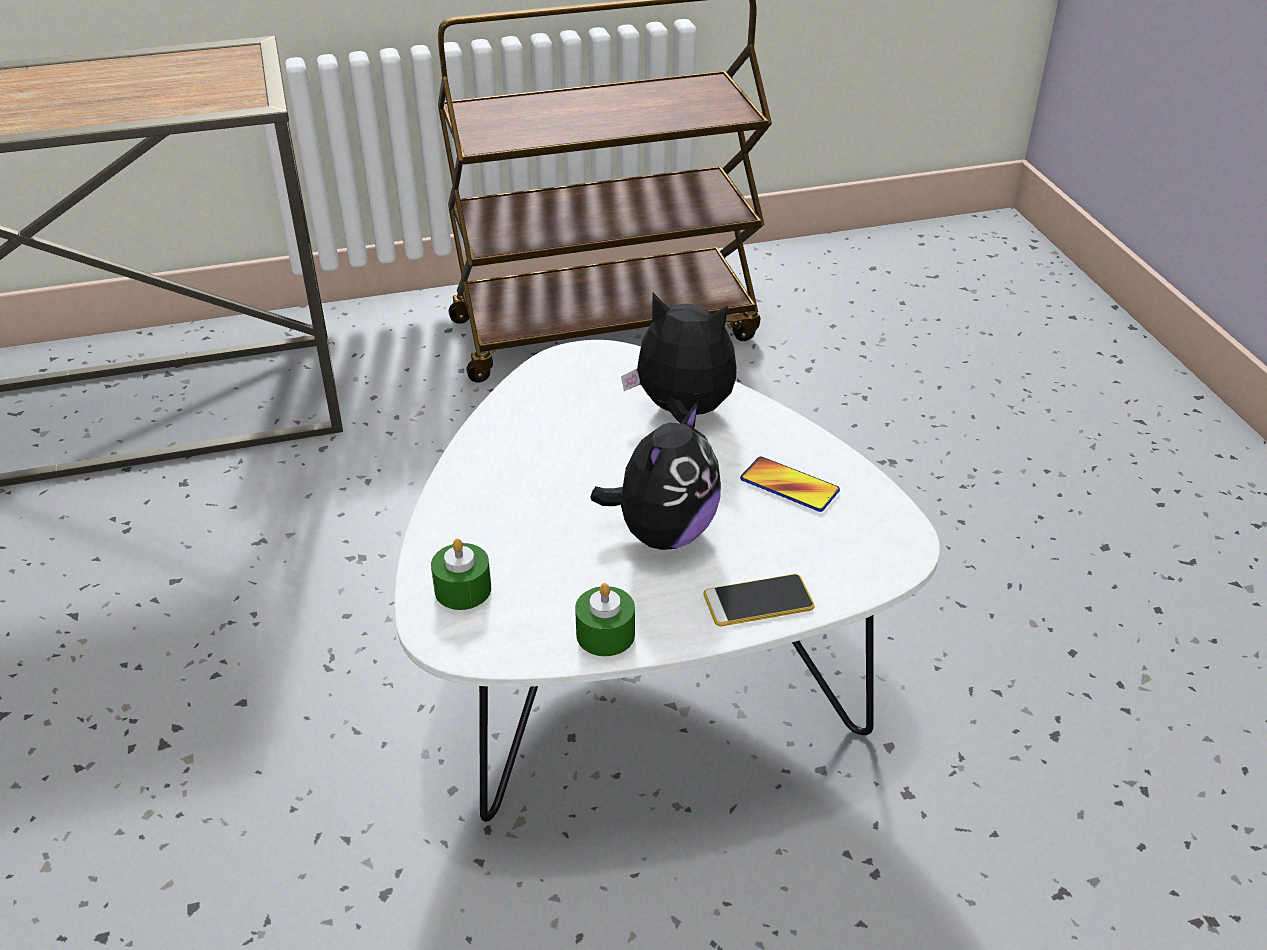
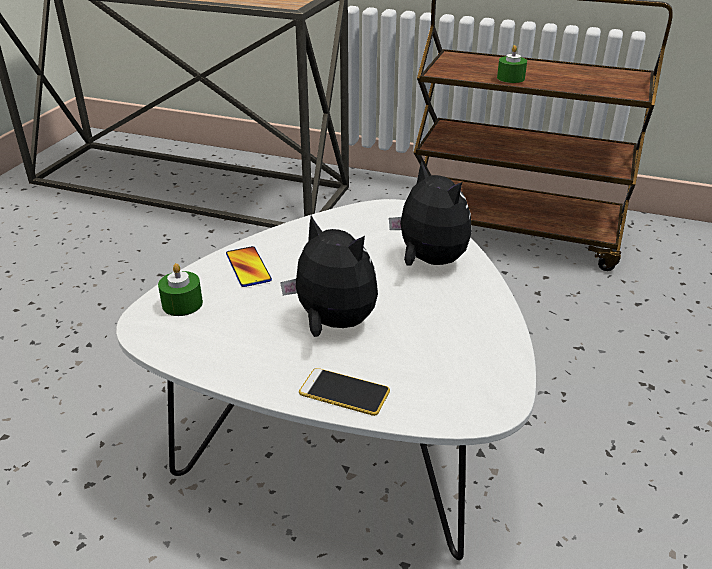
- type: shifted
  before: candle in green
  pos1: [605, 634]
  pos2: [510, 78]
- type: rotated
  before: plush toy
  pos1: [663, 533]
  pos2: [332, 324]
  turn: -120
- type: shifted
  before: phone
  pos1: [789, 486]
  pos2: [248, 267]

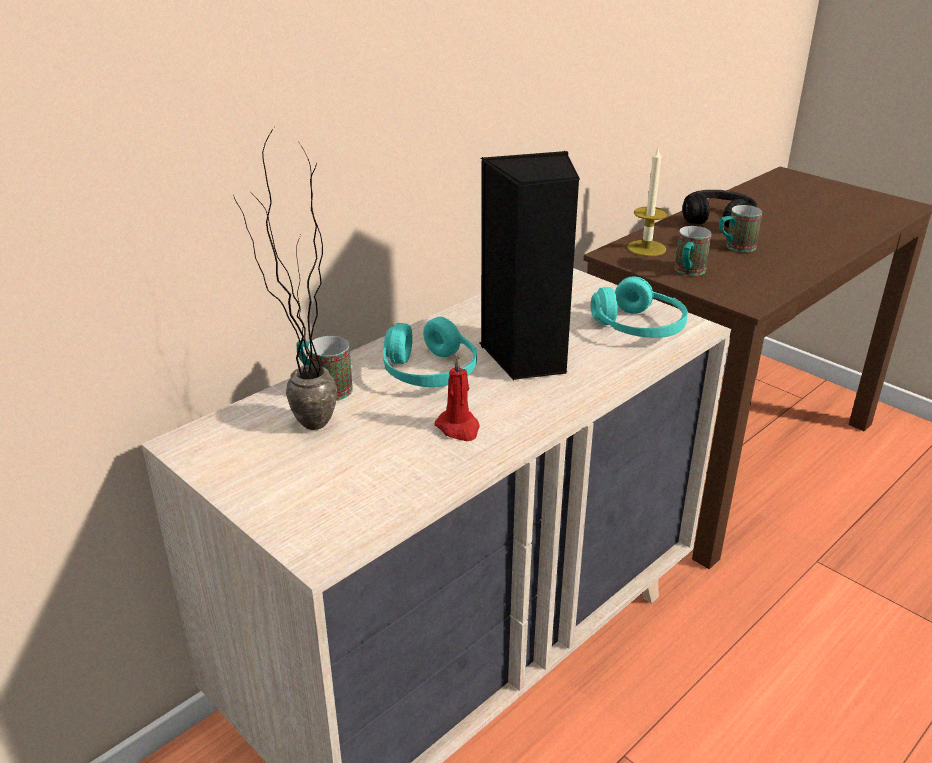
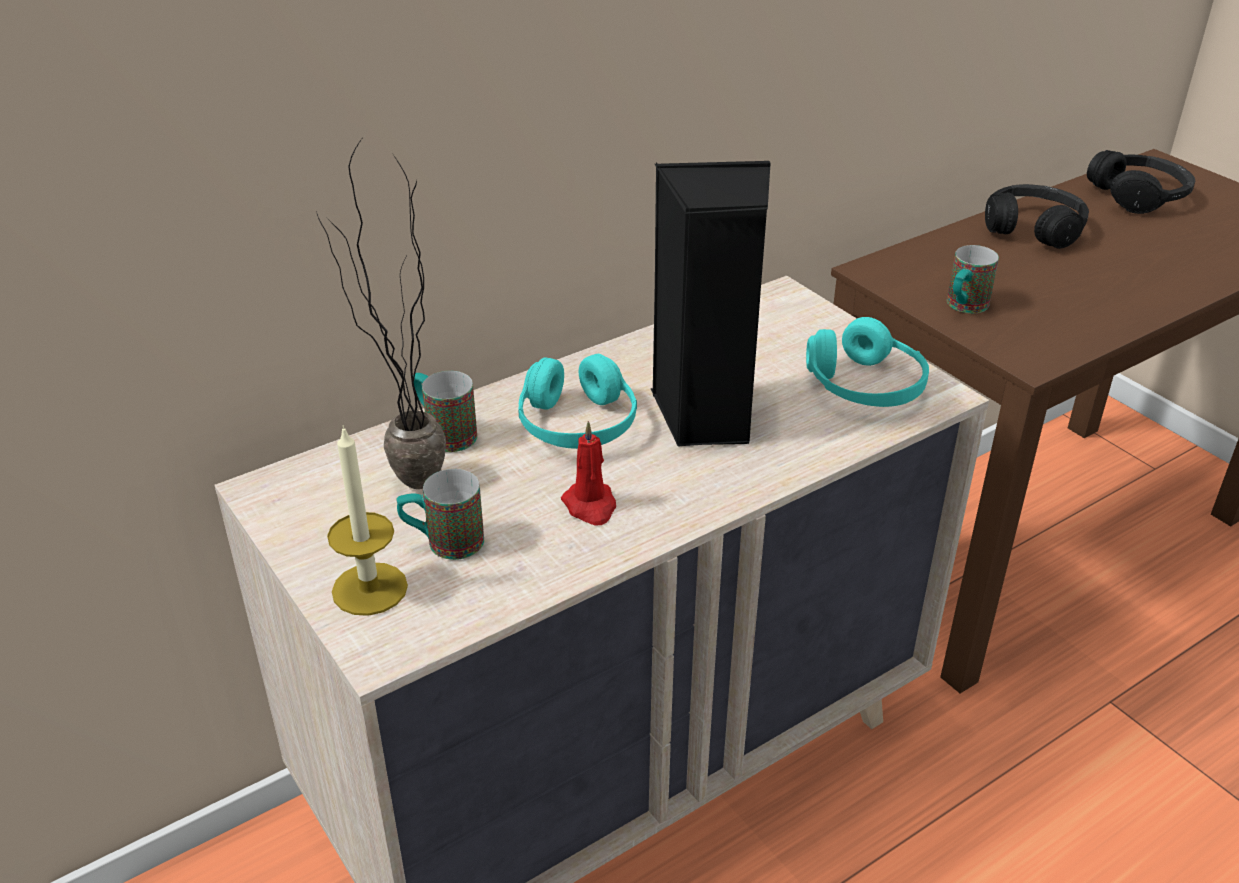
- type: shifted
  before: candle
  pos1: [646, 248]
  pos2: [369, 589]
- type: shifted
  before: mug
  pos1: [734, 247]
  pos2: [443, 543]
- type: new
  after: headphones in black
  pos2: [1138, 196]

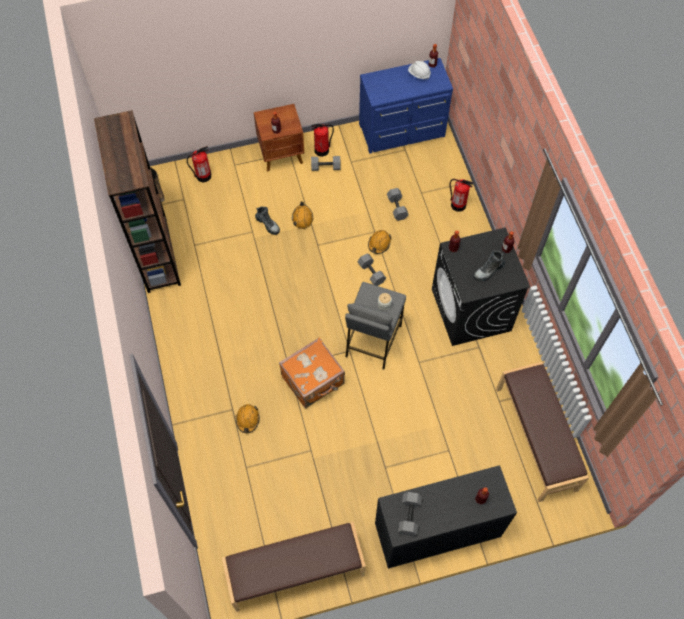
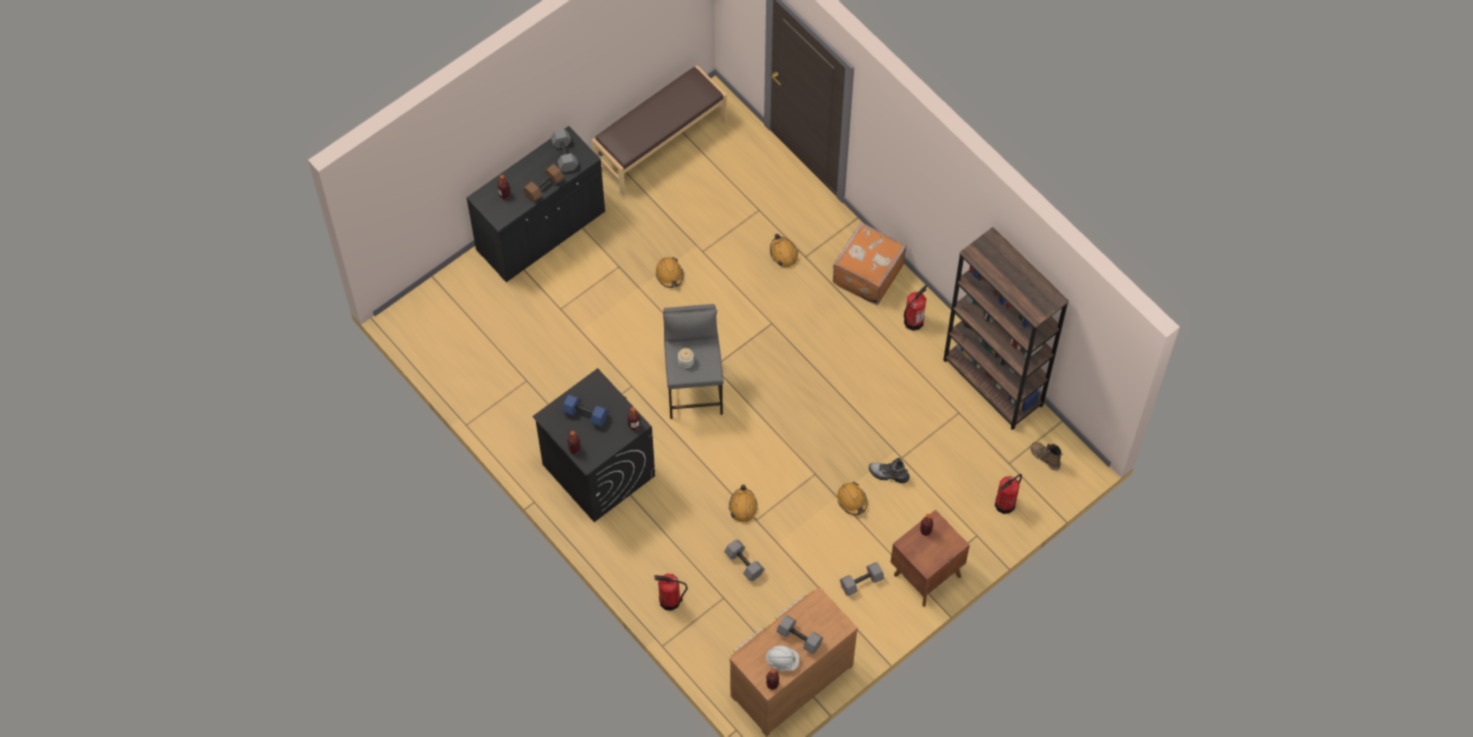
- type: shifted
  before: suitcase in orange
  pos1: [313, 381]
  pos2: [866, 274]
- type: shifted
  before: fire extinguisher
  pos1: [322, 150]
  pos2: [913, 321]
- type: shifted
  before: dumbbell in grey
  pos1: [370, 273]
  pos2: [800, 637]
- type: repainted
  before: dresser in blue
  after: dresser in brown
  pos1: [403, 131]
  pos2: [788, 679]
- type: swapped
  before: boot
  after: dumbbell in blue
  pos1: [488, 271]
  pos2: [584, 415]
- type: gone
  before: bench in brown
  pos1: [536, 438]
- type: new
  after: dumbbell in brown
  pos2: [544, 188]
- type: new
  after: hard hat in orange
  pos2: [669, 274]

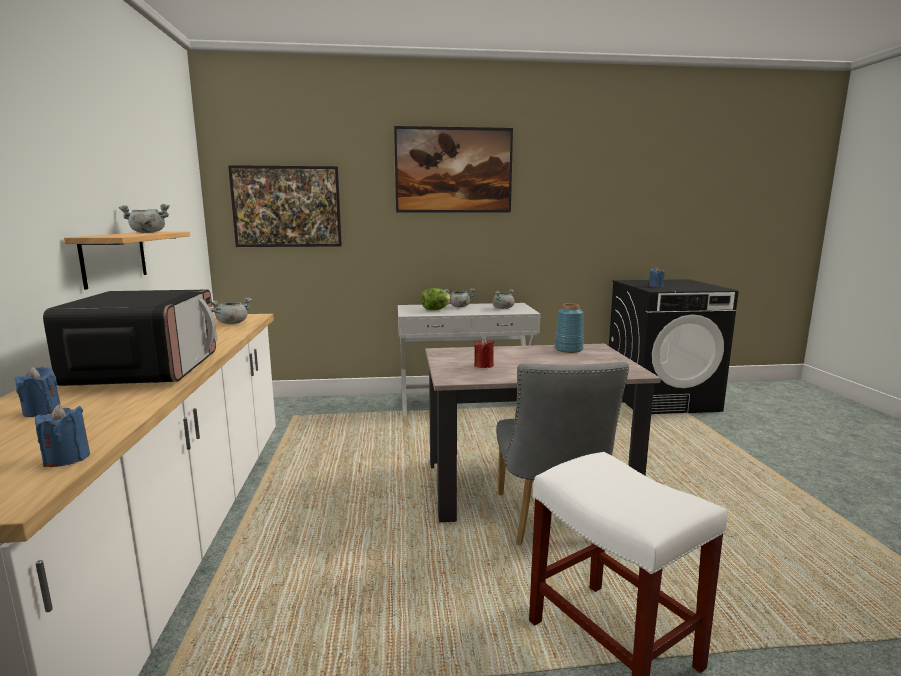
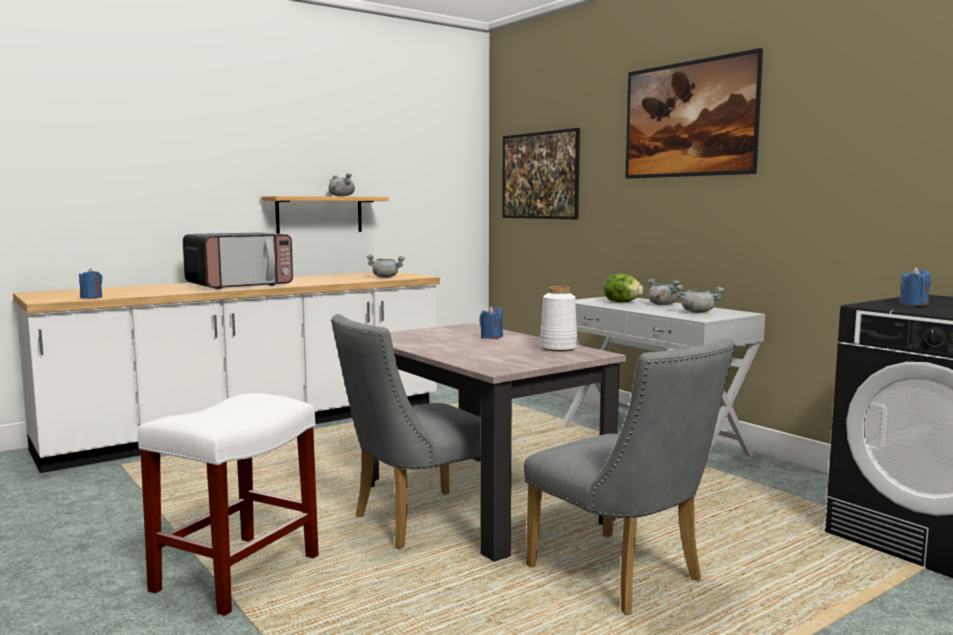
- type: shifted
  before: candle in blue
  pos1: [42, 411]
  pos2: [491, 337]
- type: gone
  before: candle in red
  pos1: [483, 365]
- type: repainted
  before: vase in blue
  after: vase in white
  pos1: [568, 349]
  pos2: [557, 348]
- type: new
  after: chair in grey
  pos2: [624, 578]

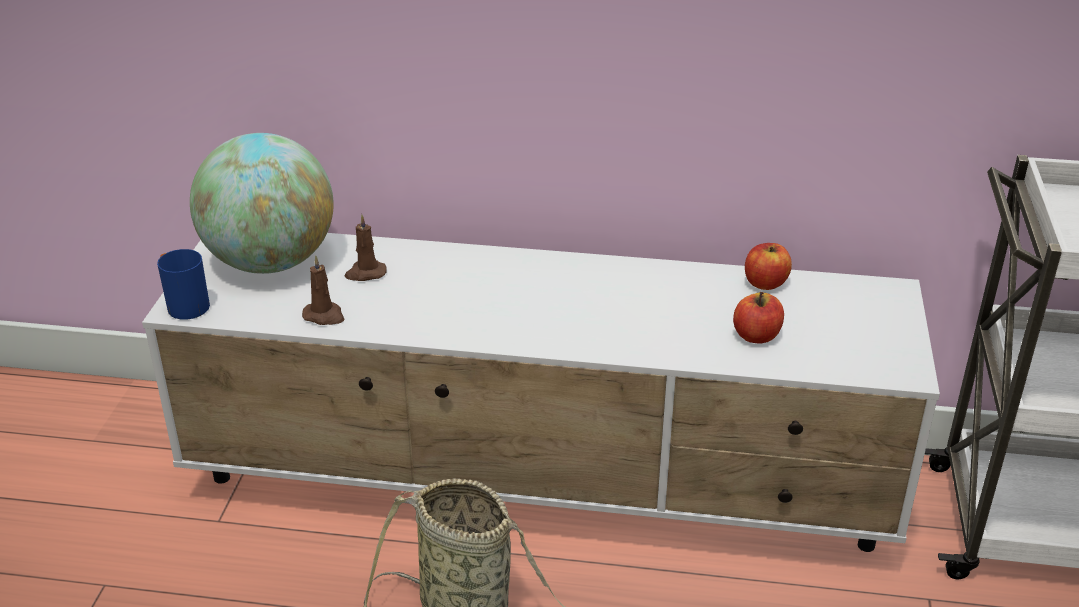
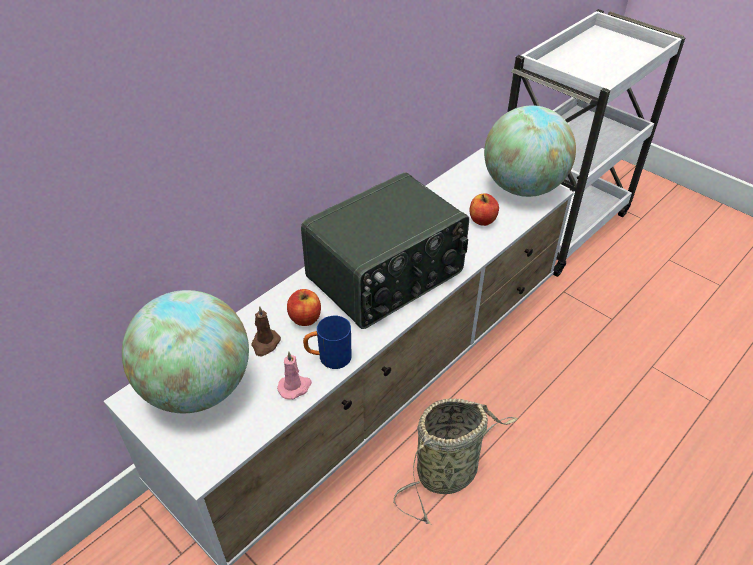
- type: shifted
  before: mug in blue
  pos1: [184, 305]
  pos2: [328, 358]
- type: repainted
  before: candle in brown
  after: candle in pink
  pos1: [324, 316]
  pos2: [295, 387]
- type: shifted
  before: apple
  pos1: [765, 283]
  pos2: [305, 318]
- type: new
  after: radio
  pos2: [386, 276]
- type: new
  after: globe
  pos2: [522, 187]

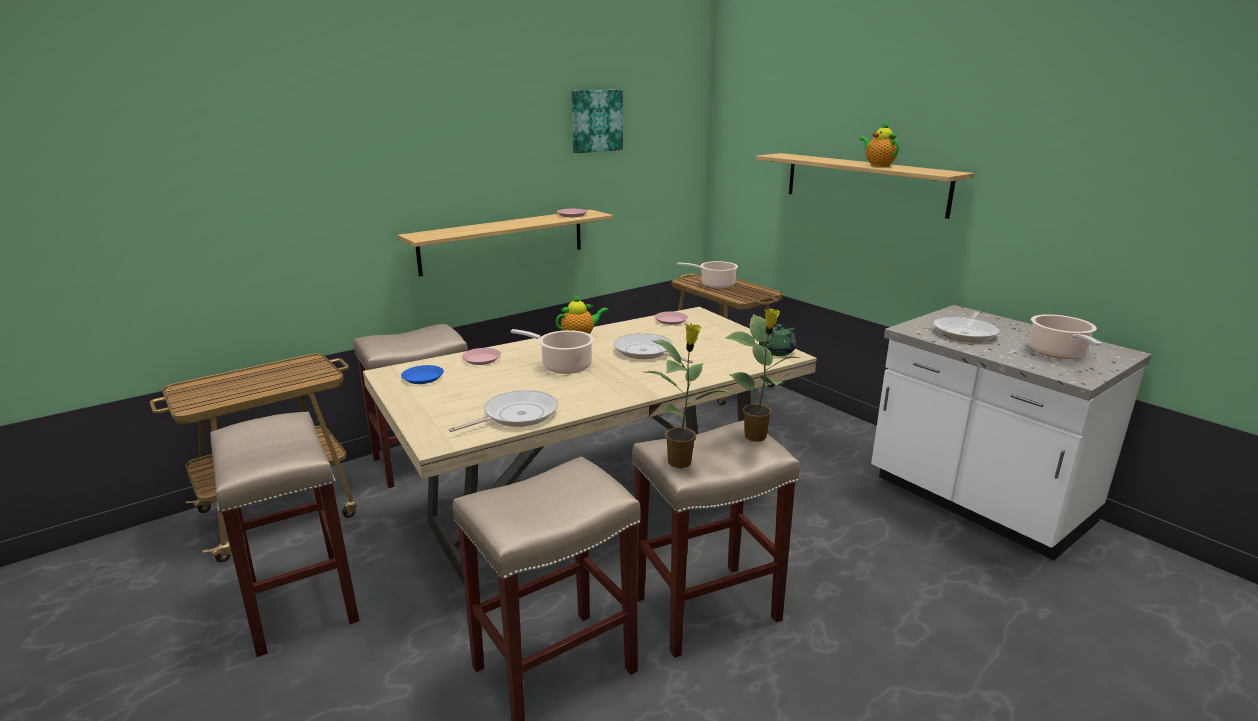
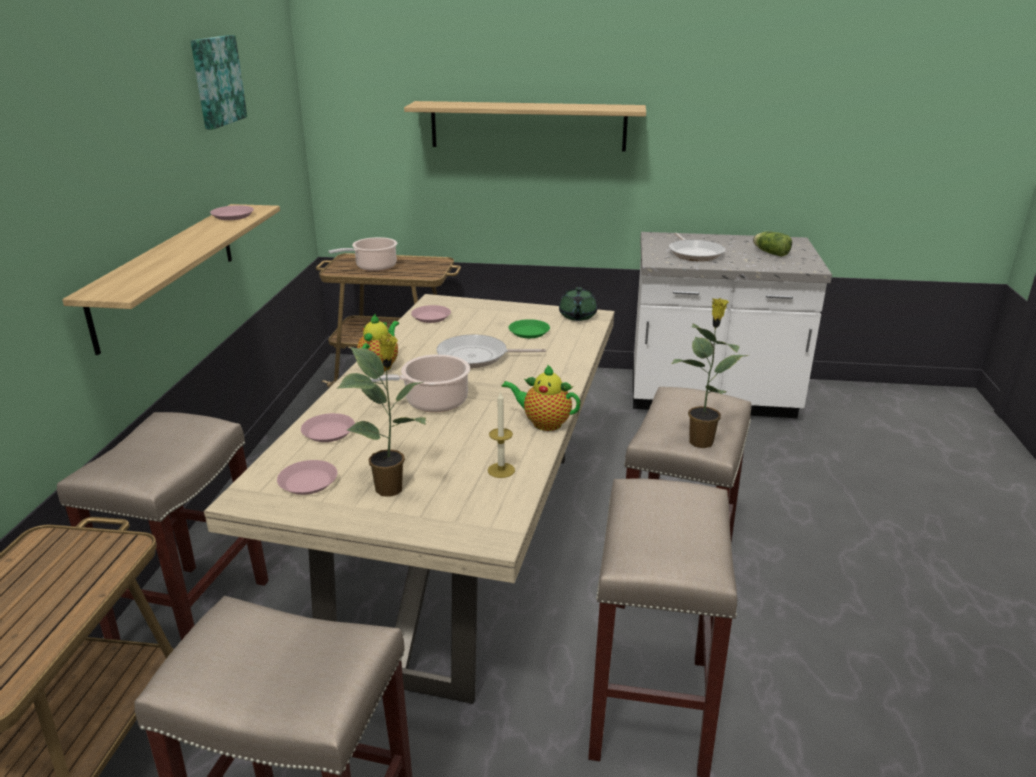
- type: repainted
  before: plate in blue
  after: plate in pink
  pos1: [423, 377]
  pos2: [308, 482]
- type: swapped
  before: frying pan
  after: candle
  pos1: [516, 415]
  pos2: [501, 470]
- type: shifted
  before: potted plant
  pos1: [756, 437]
  pos2: [391, 489]
- type: shifted
  before: teapot
  pos1: [878, 165]
  pos2: [543, 423]
- type: swapped
  before: cooking pot
  after: lettuce
  pos1: [1058, 353]
  pos2: [770, 253]
- type: new
  after: plate in green
  pos2: [528, 332]

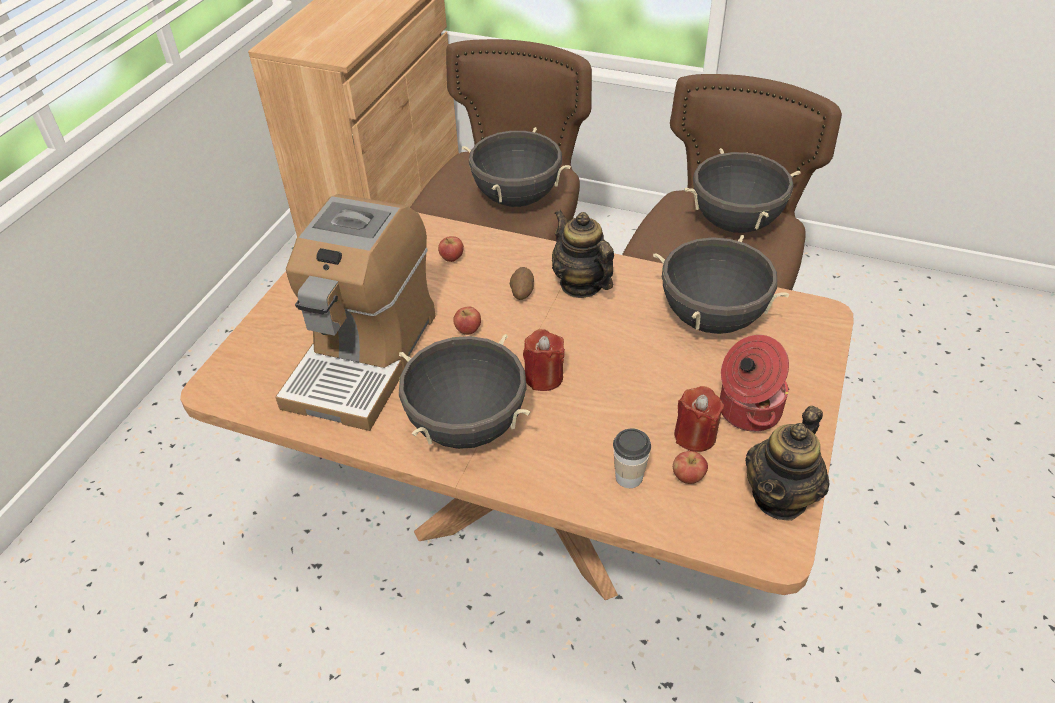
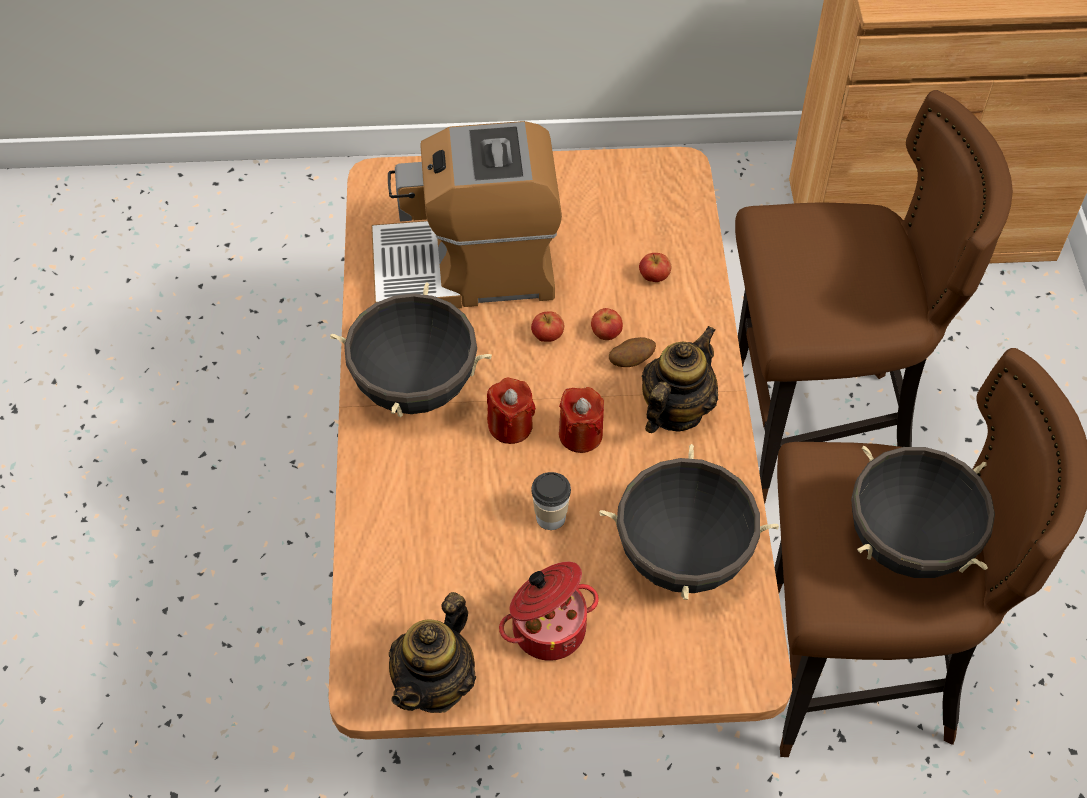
- type: gone
  before: cooking pot in black
  pos1: [516, 198]
- type: shifted
  before: cup
  pos1: [629, 477]
  pos2: [550, 517]
- type: shifted
  before: apple
  pos1: [688, 477]
  pos2: [606, 333]
- type: shifted
  before: candle in red
  pos1: [695, 436]
  pos2: [580, 434]
- type: rotated
  before: teapot
  pos1: [780, 497]
  pos2: [436, 684]
  turn: -75

